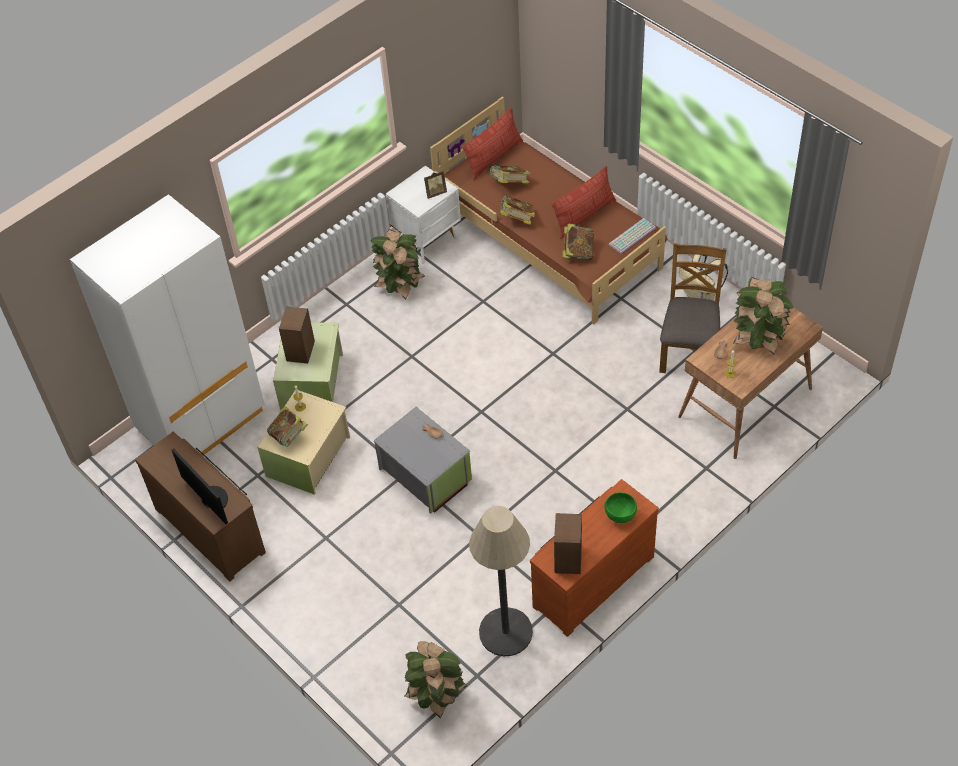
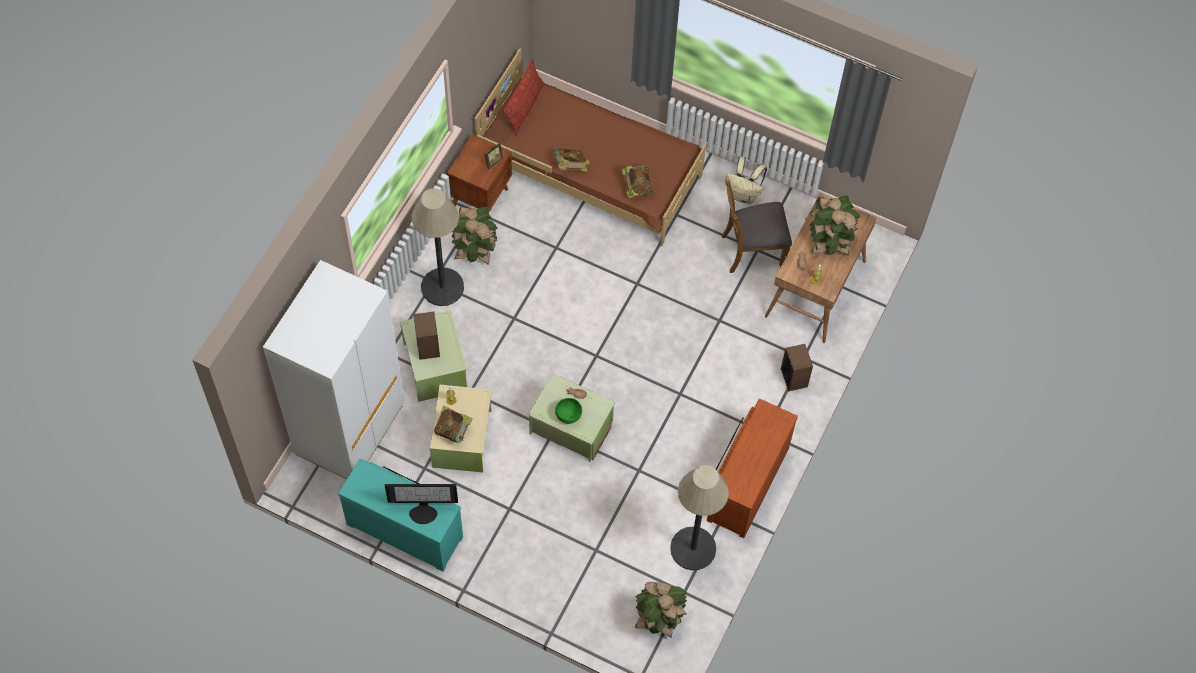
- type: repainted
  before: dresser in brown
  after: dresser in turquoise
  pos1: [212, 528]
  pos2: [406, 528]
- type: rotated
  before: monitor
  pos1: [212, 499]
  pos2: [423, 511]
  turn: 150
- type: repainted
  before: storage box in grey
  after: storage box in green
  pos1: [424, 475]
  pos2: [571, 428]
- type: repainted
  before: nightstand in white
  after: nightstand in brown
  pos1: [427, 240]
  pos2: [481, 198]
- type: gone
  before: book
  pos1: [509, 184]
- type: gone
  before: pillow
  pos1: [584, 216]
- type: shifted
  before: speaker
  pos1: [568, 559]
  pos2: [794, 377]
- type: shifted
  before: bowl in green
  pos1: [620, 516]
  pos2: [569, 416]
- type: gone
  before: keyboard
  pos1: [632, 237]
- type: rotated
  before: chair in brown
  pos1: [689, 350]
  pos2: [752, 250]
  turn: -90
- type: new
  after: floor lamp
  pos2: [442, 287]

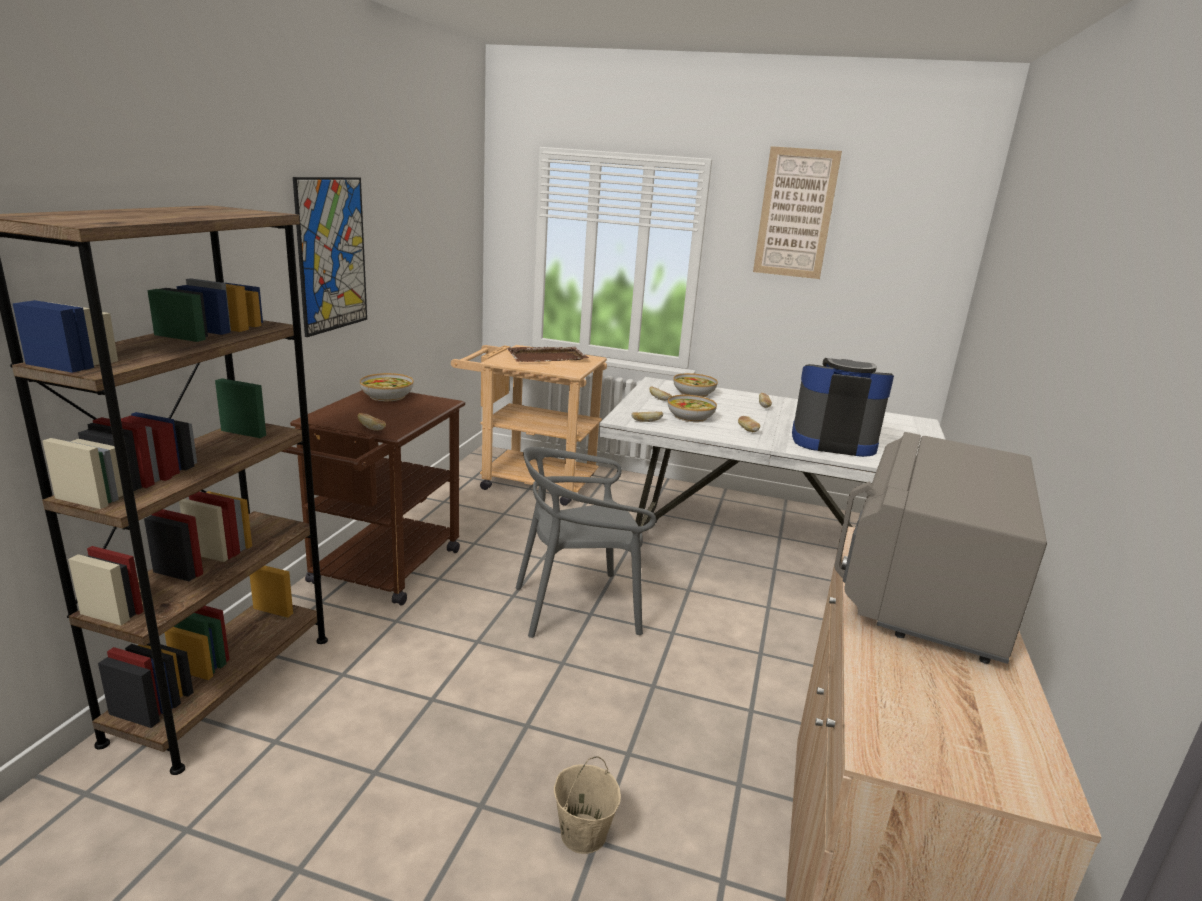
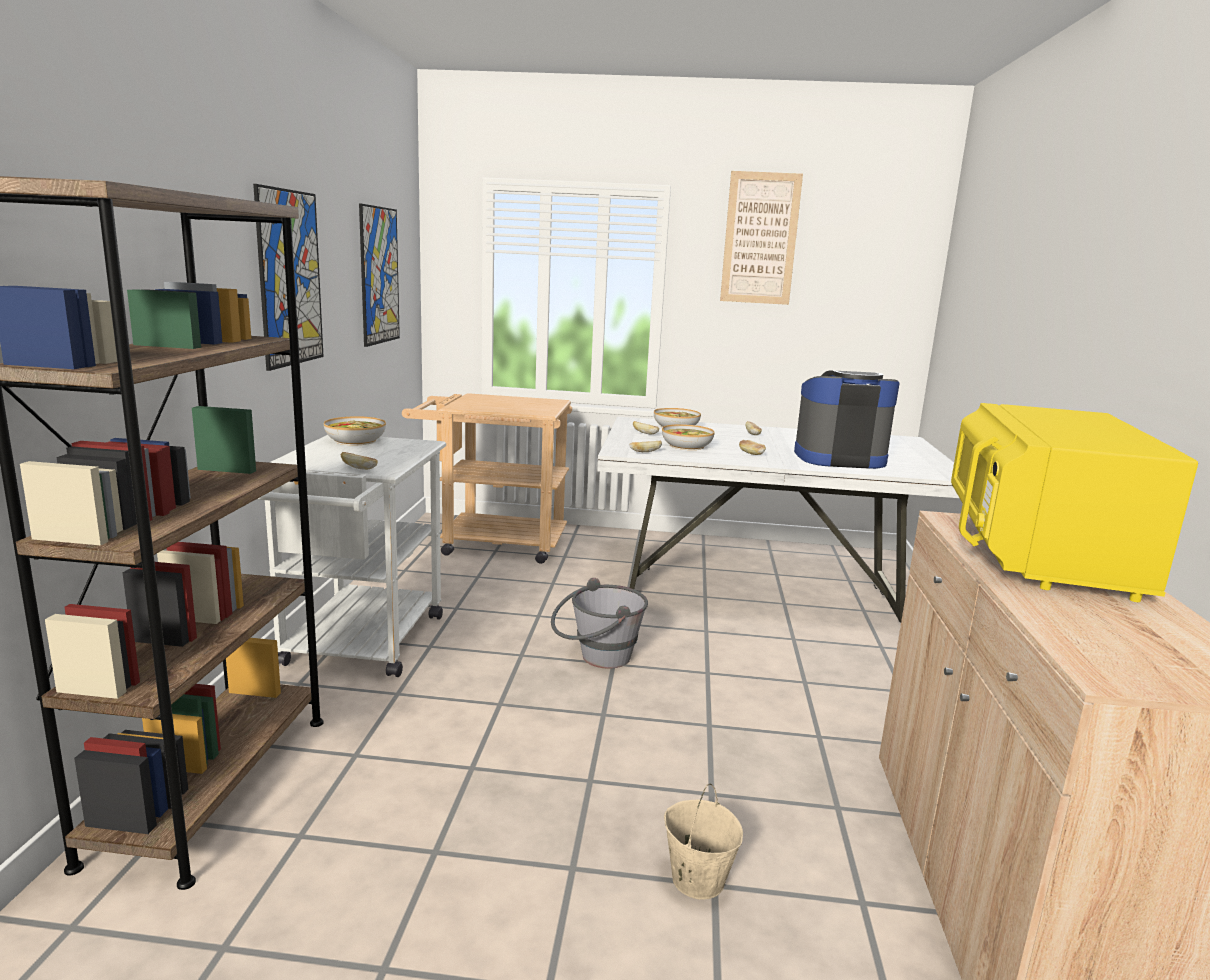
- type: repainted
  before: cart in brown
  after: cart in white
  pos1: [379, 573]
  pos2: [358, 647]
- type: gone
  before: tray in brown
  pos1: [548, 357]
- type: swapped
  before: chair in grey
  after: bucket in grey
  pos1: [577, 607]
  pos2: [596, 658]
- type: repainted
  before: microwave in grey
  after: microwave in yellow
  pos1: [923, 591]
  pos2: [1036, 553]
- type: new
  after: picture
  pos2: [379, 275]

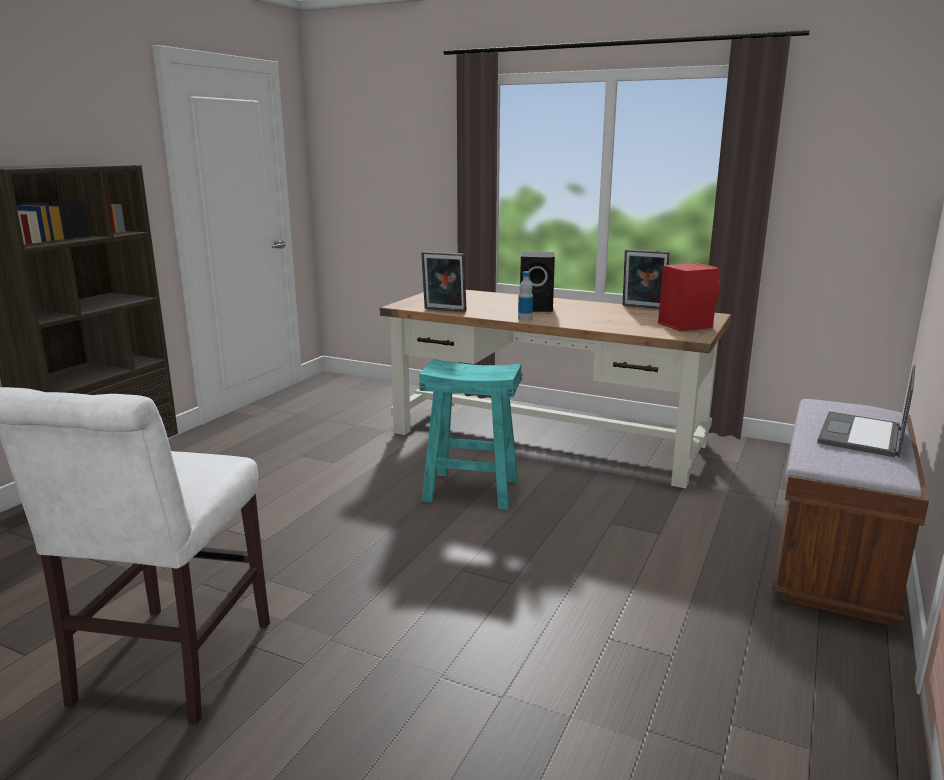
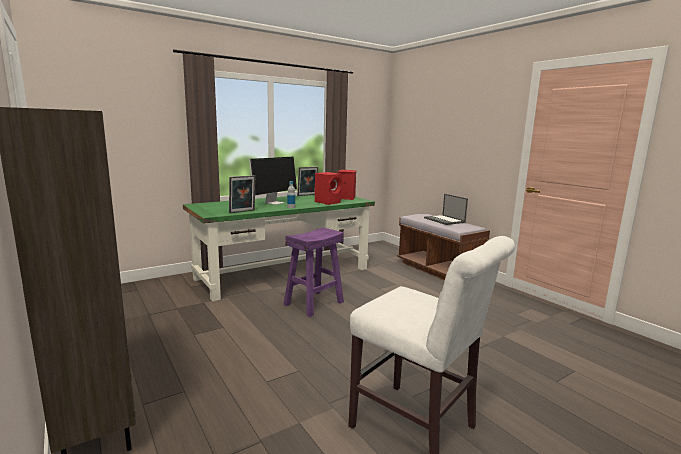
- type: repainted
  before: desk in brown
  after: desk in green
  pos1: [549, 438]
  pos2: [284, 273]
- type: repainted
  before: stool in turquoise
  after: stool in purple
  pos1: [470, 490]
  pos2: [314, 303]
- type: swapped
  before: speaker in black
  after: monitor
  pos1: [538, 308]
  pos2: [274, 202]
- type: new
  after: speaker in red
  pos2: [328, 202]

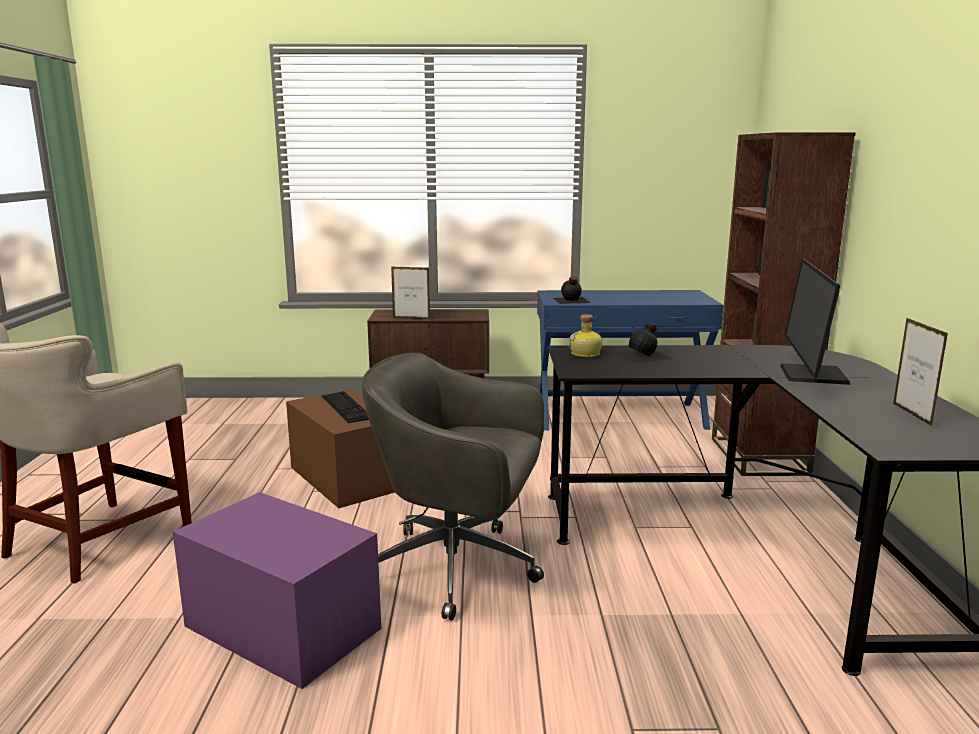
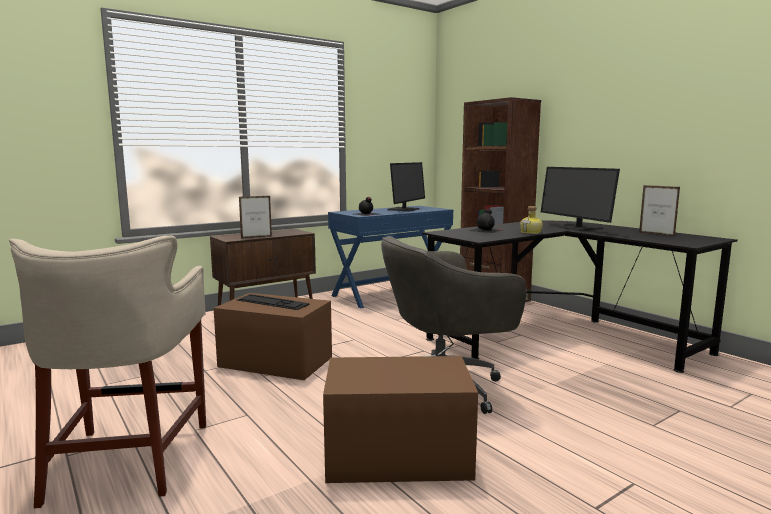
- type: repainted
  before: storage box in purple
  after: storage box in brown
  pos1: [282, 627]
  pos2: [397, 455]
- type: shifted
  before: bottle
  pos1: [586, 354]
  pos2: [531, 233]
- type: new
  after: monitor
  pos2: [404, 209]

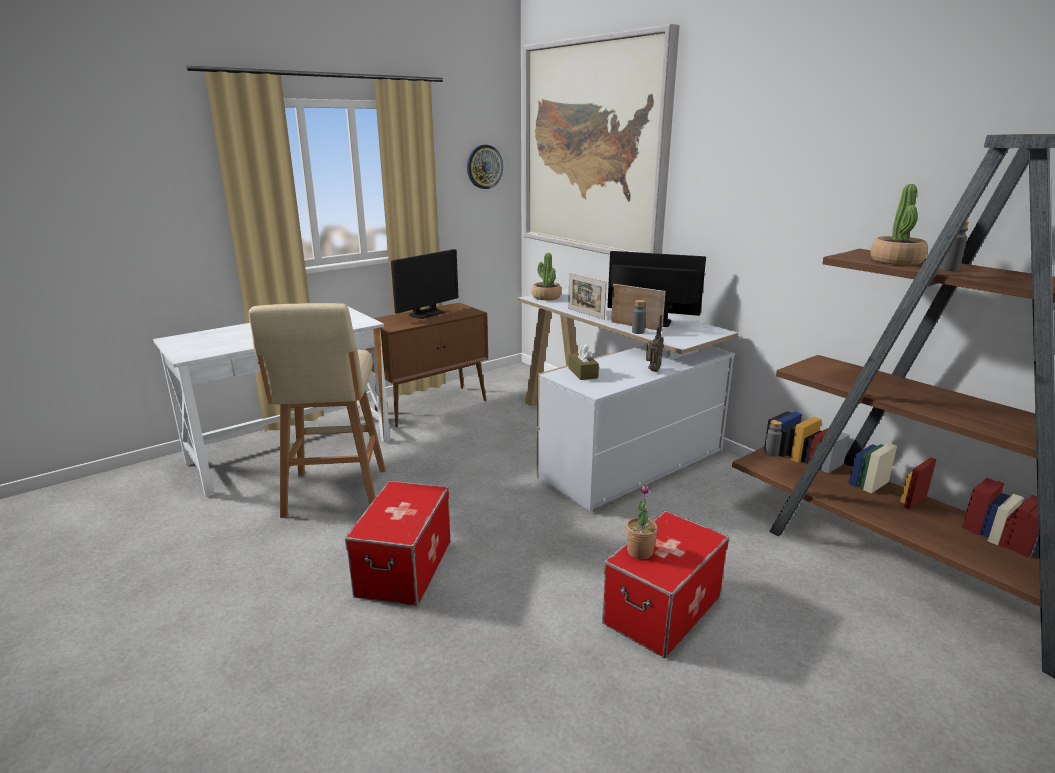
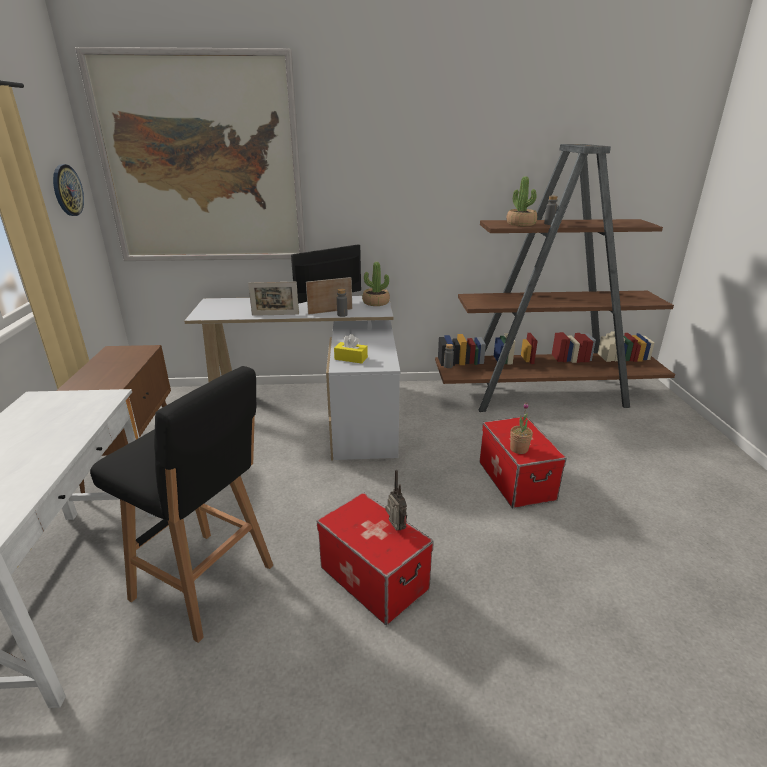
- type: repainted
  before: stool in beige
  after: stool in black
  pos1: [335, 494]
  pos2: [207, 584]
- type: gone
  before: monitor
  pos1: [426, 313]
- type: shifted
  before: potted plant
  pos1: [546, 297]
  pos2: [376, 303]
- type: repainted
  before: tissue box in brown
  after: tissue box in yellow
  pos1: [583, 373]
  pos2: [351, 358]
- type: shifted
  before: radio
  pos1: [652, 371]
  pos2: [395, 528]

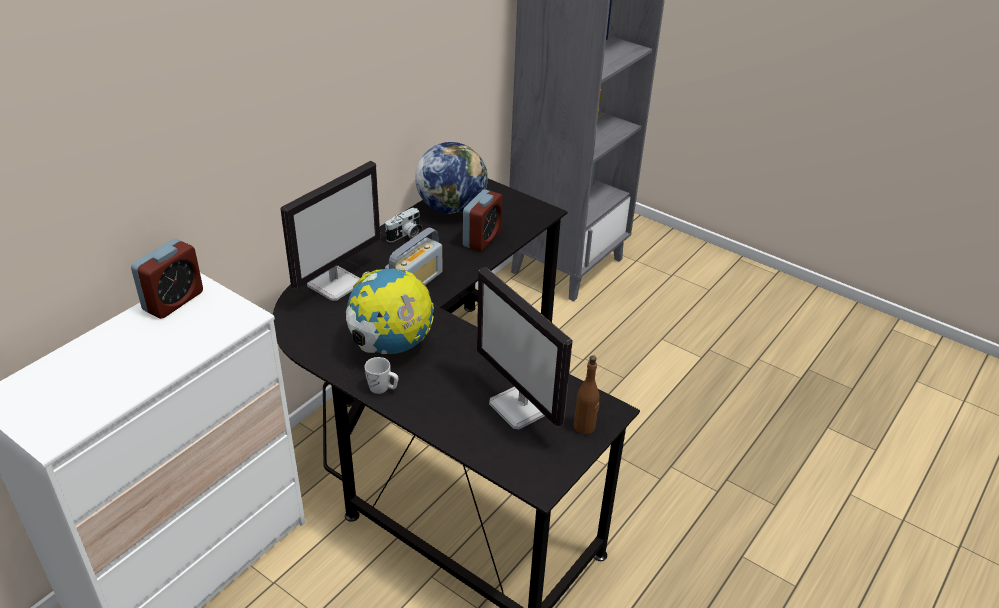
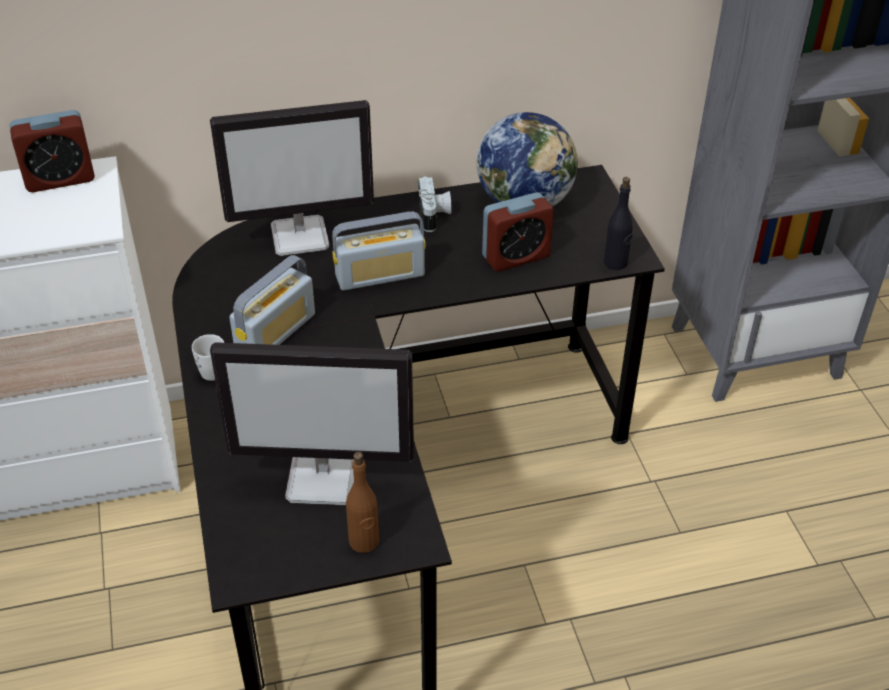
- type: swapped
  before: globe
  after: radio
  pos1: [391, 345]
  pos2: [276, 333]
- type: rotated
  before: photo camera
  pos1: [406, 236]
  pos2: [435, 215]
  turn: -90
- type: rotated
  before: monitor
  pos1: [521, 407]
  pos2: [324, 478]
  turn: -90
- type: new
  after: bottle in black
  pos2: [615, 263]

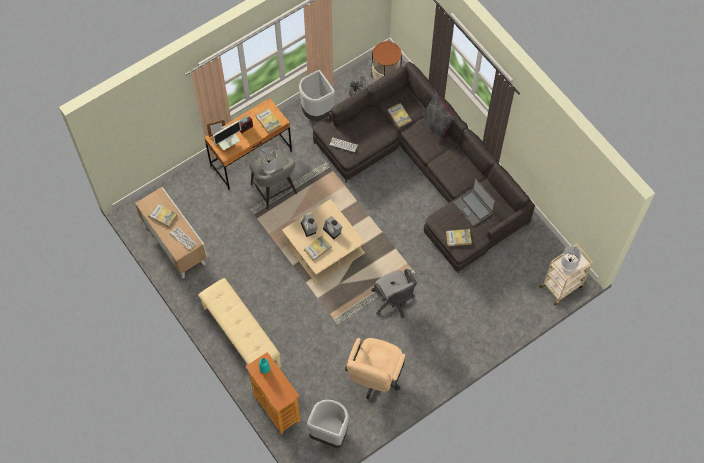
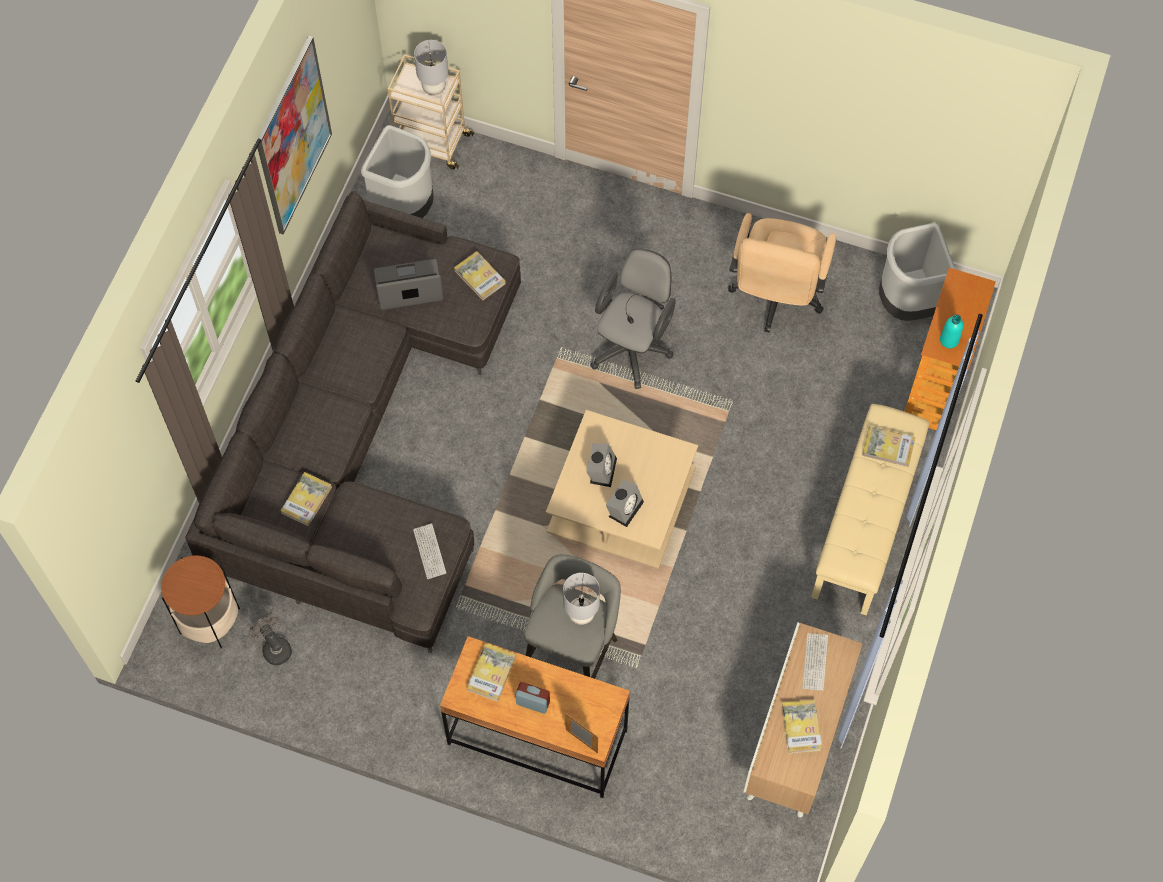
- type: gone
  before: monitor
  pos1: [228, 144]
- type: shifted
  before: trash can in grey
  pos1: [317, 112]
  pos2: [404, 209]
- type: shifted
  before: book
  pos1: [317, 248]
  pos2: [888, 447]
- type: rotated
  before: office chair in beige
  pos1: [375, 378]
  pos2: [775, 297]
  turn: 120
- type: gone
  before: pillow in grey
  pos1: [436, 126]
- type: rotated
  before: laptop
  pos1: [473, 208]
  pos2: [408, 287]
  turn: -120
- type: new
  after: picture
  pos2: [293, 136]

